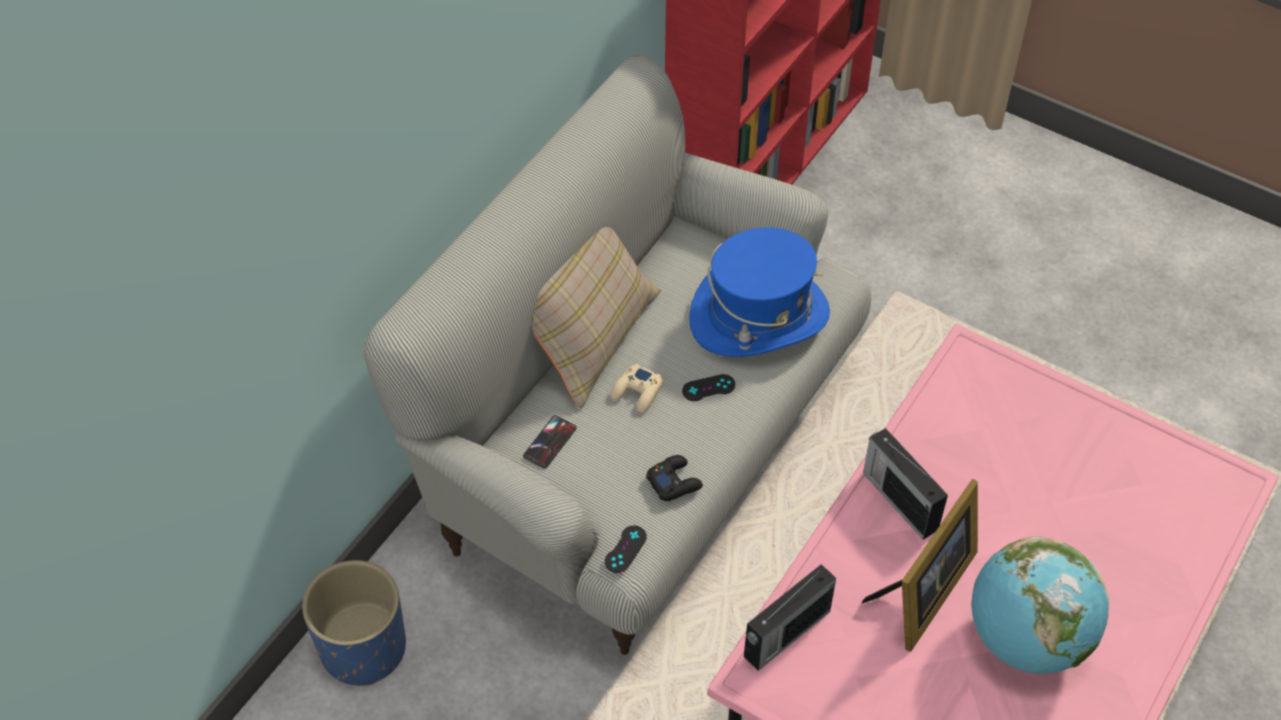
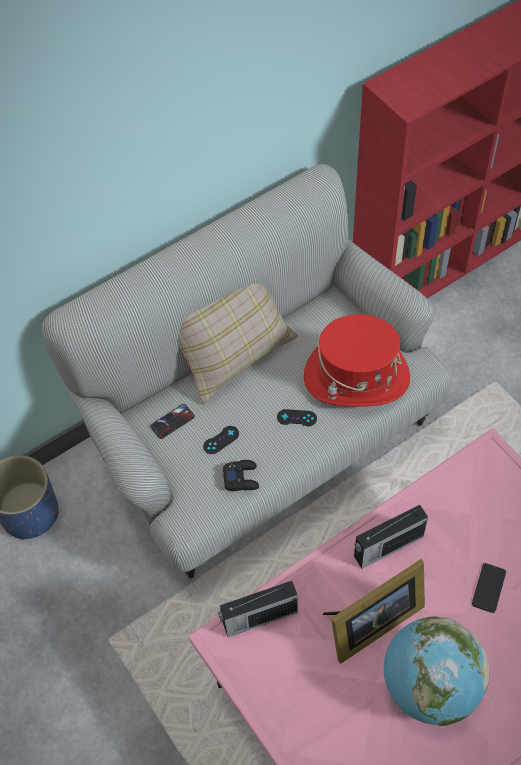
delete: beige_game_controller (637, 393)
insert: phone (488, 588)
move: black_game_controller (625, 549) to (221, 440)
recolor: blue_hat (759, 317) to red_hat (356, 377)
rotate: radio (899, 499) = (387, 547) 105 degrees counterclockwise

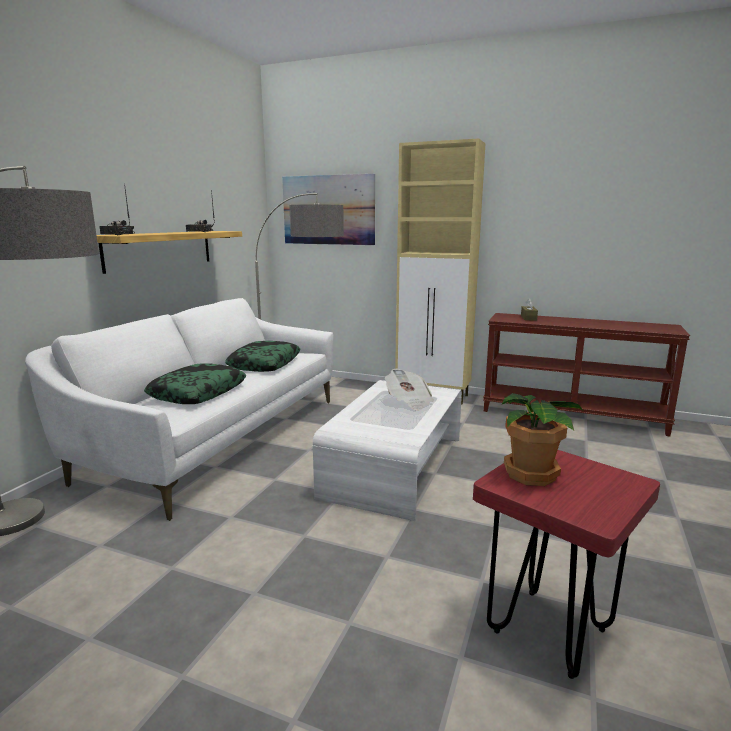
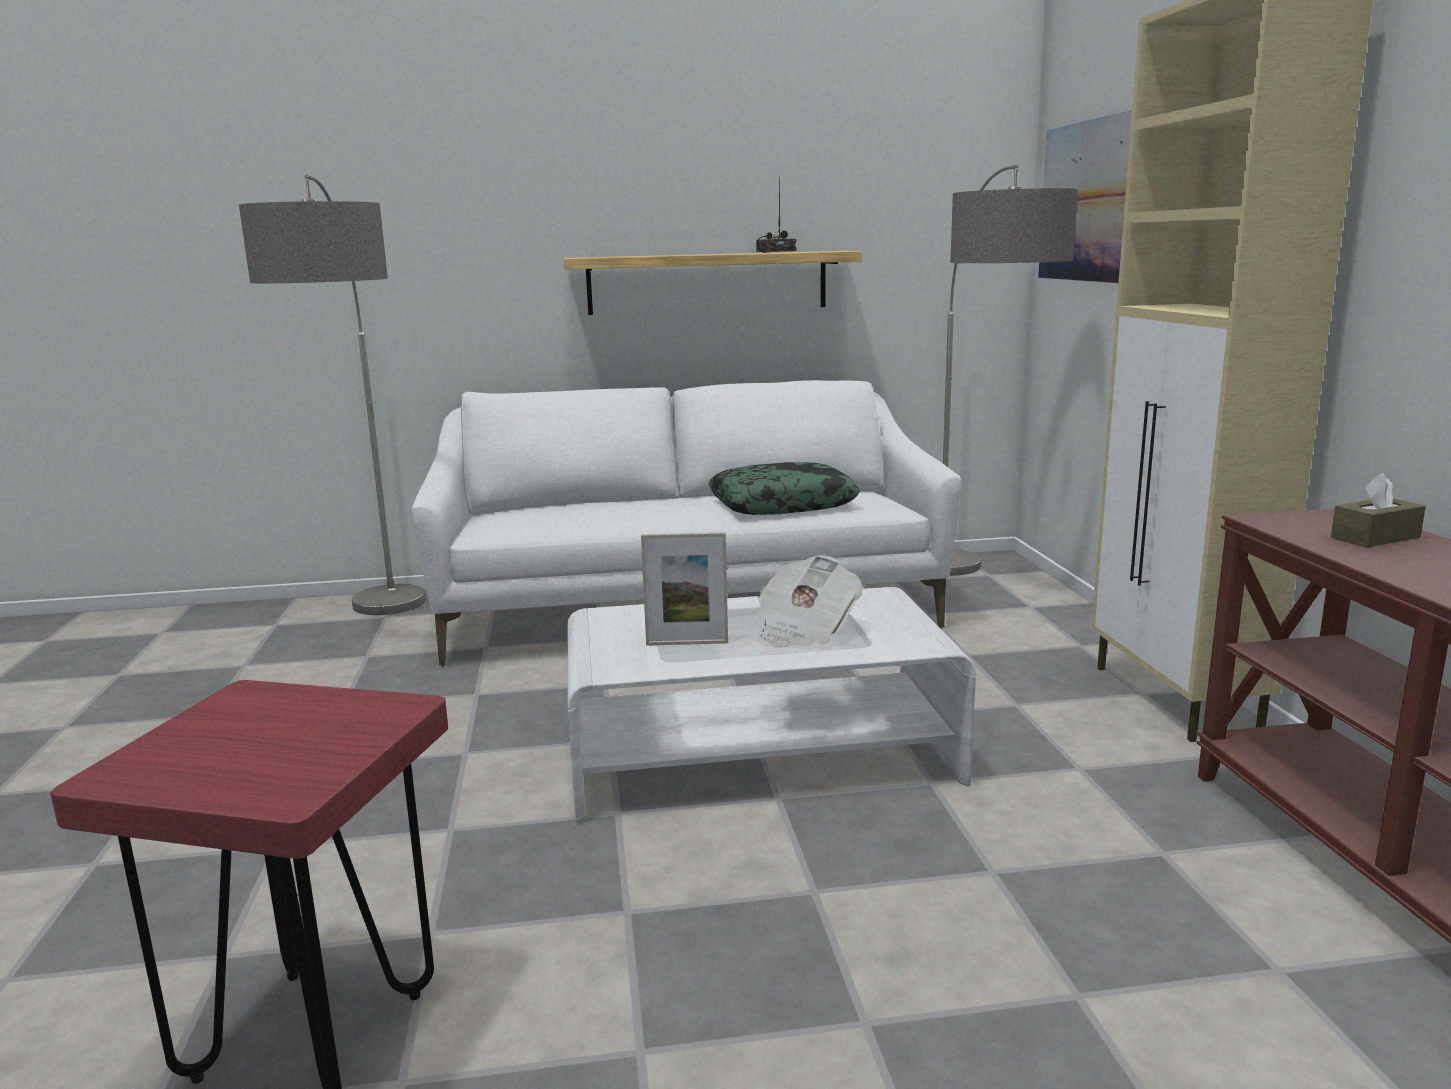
delete: radio (117, 234); pillow (198, 393); potted_plant (530, 473)
insert: picture_frame (687, 643)

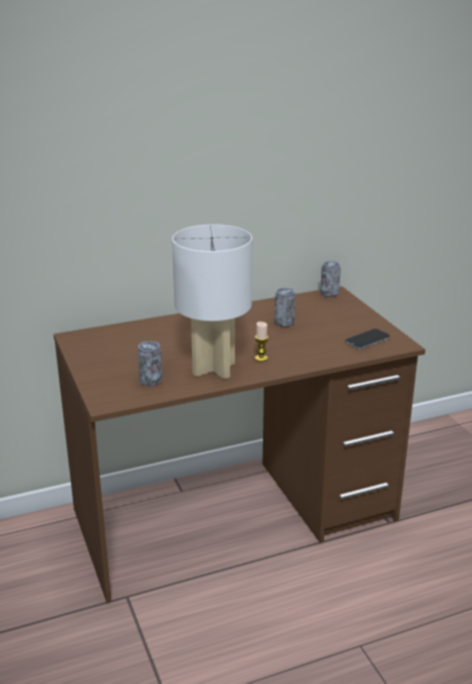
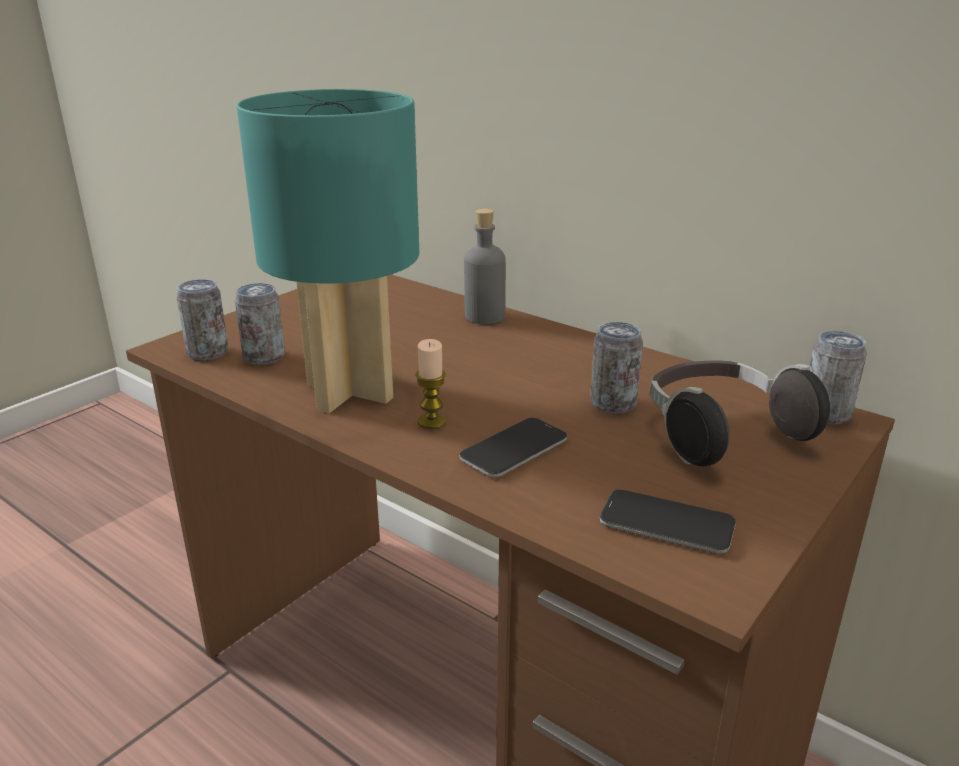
insert: grey_bottle (484, 316); can (208, 352); headphones (720, 433); phone (514, 449)
recolor: white_table_lamp (213, 368) to turquoise_table_lamp (350, 390)

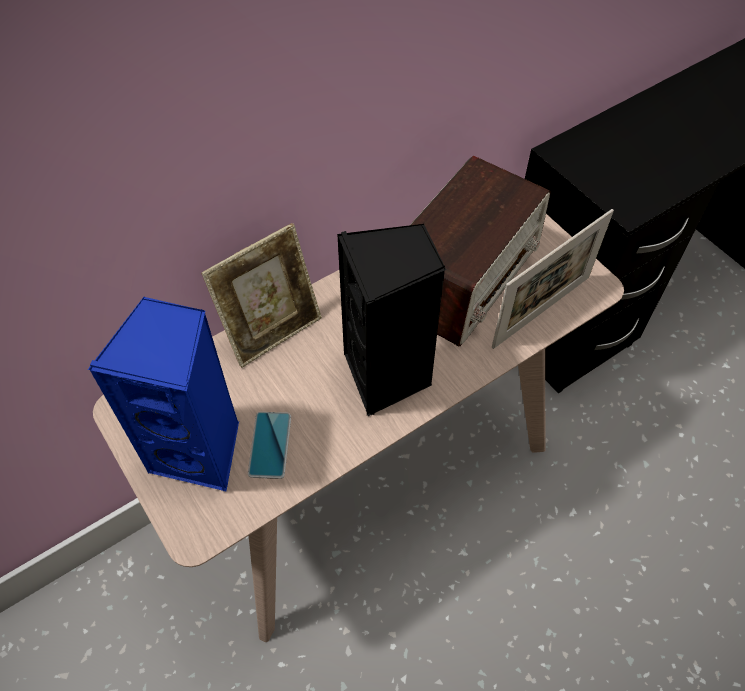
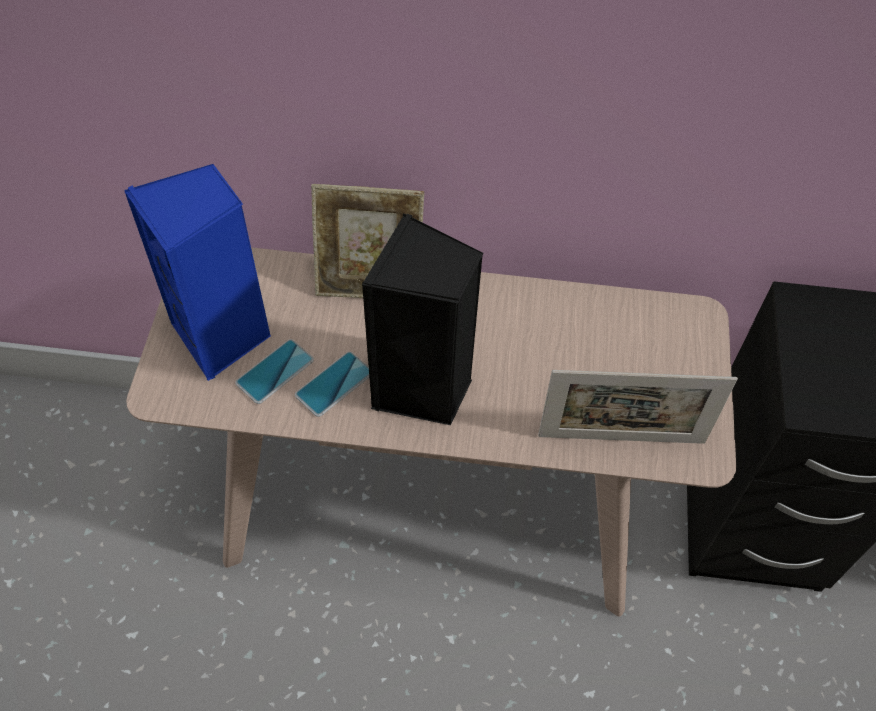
delete: radio (465, 274)
insert: phone (334, 384)

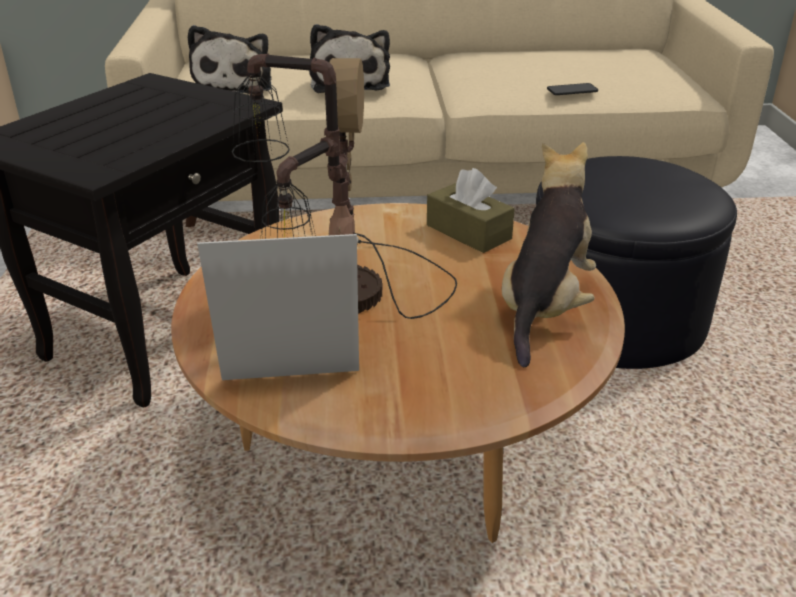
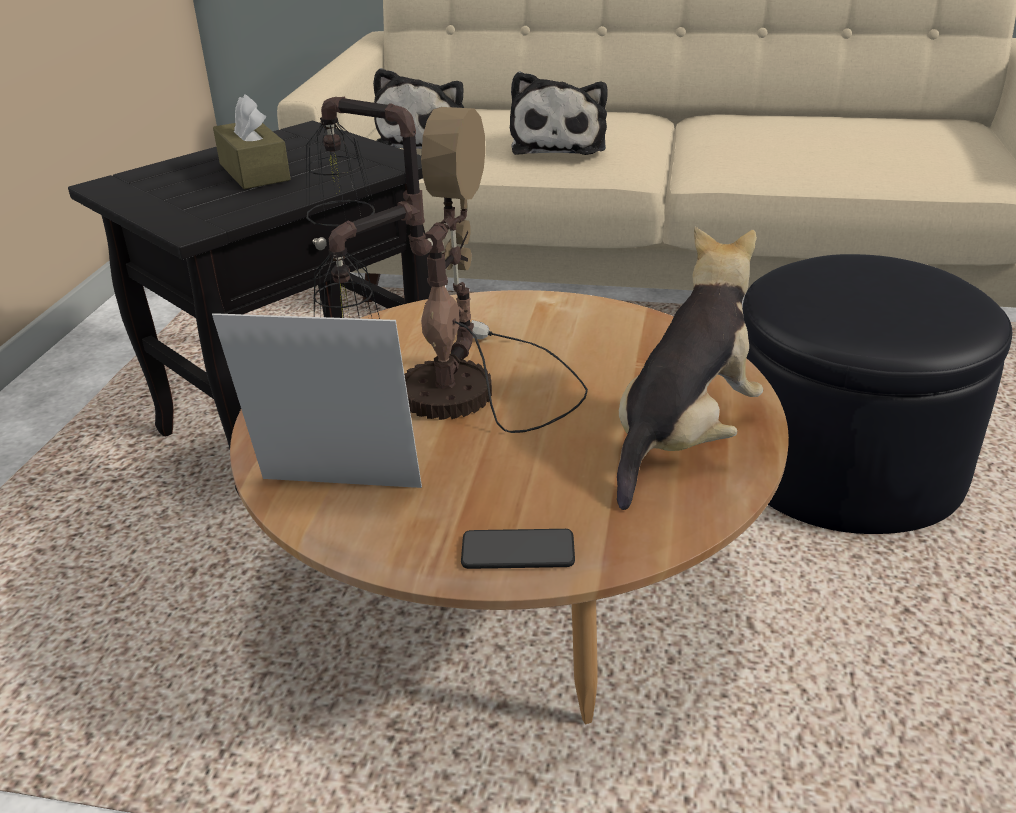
move: phone (572, 90) to (518, 551); brown_tissue_box (468, 232) to (254, 172)

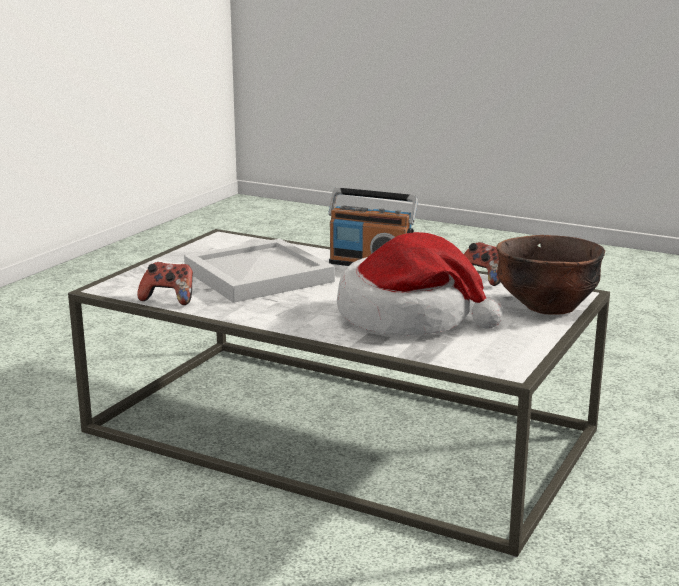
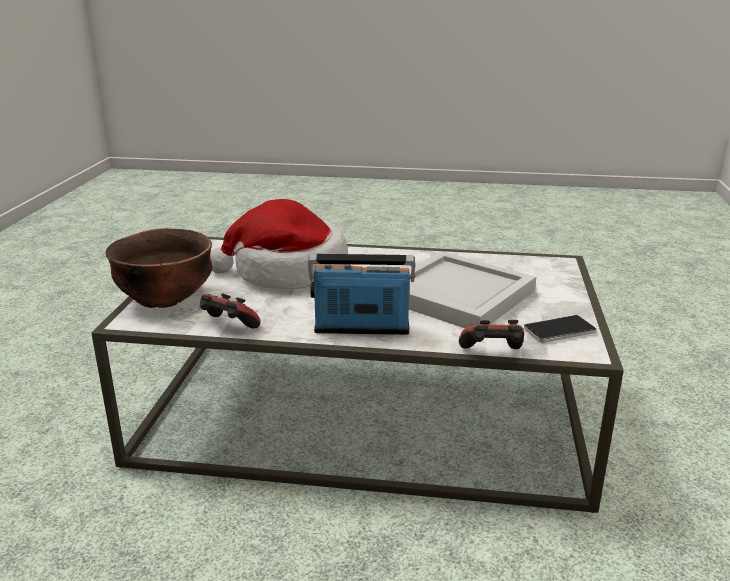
insert: phone (559, 331)
move: game_controller (169, 299) to (492, 354)

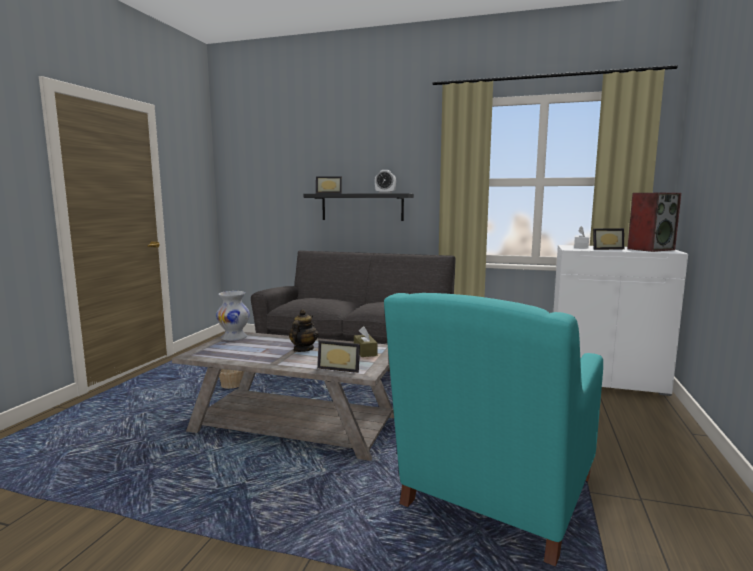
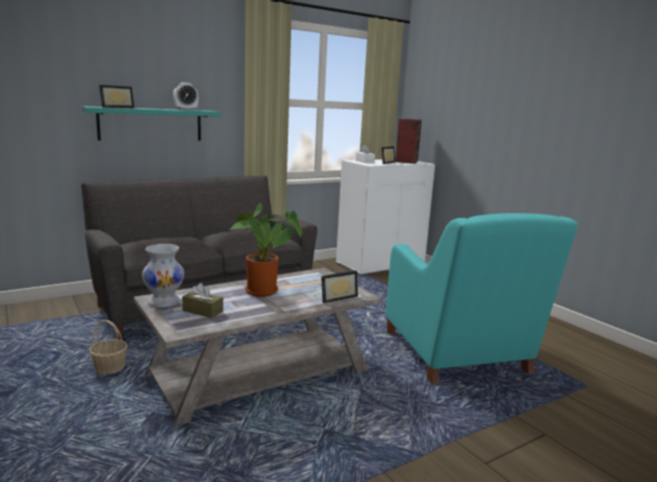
move: brown_tissue_box (365, 351) to (203, 311)
replace: teapot (303, 349) to potted_plant (265, 292)
recolor: black_shelf (362, 207) to turquoise_shelf (151, 124)

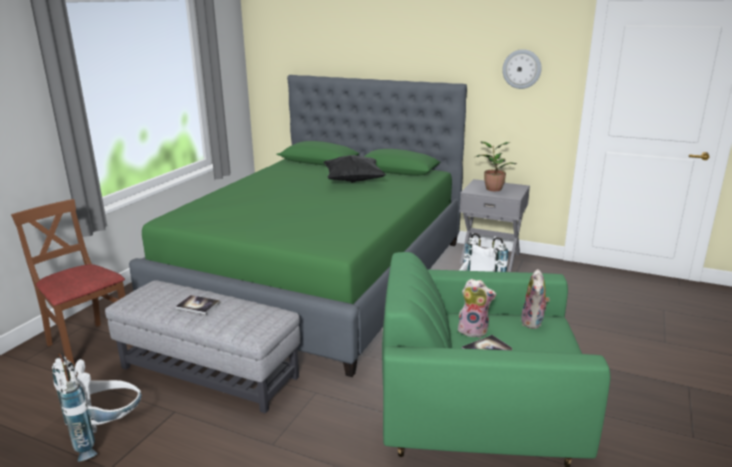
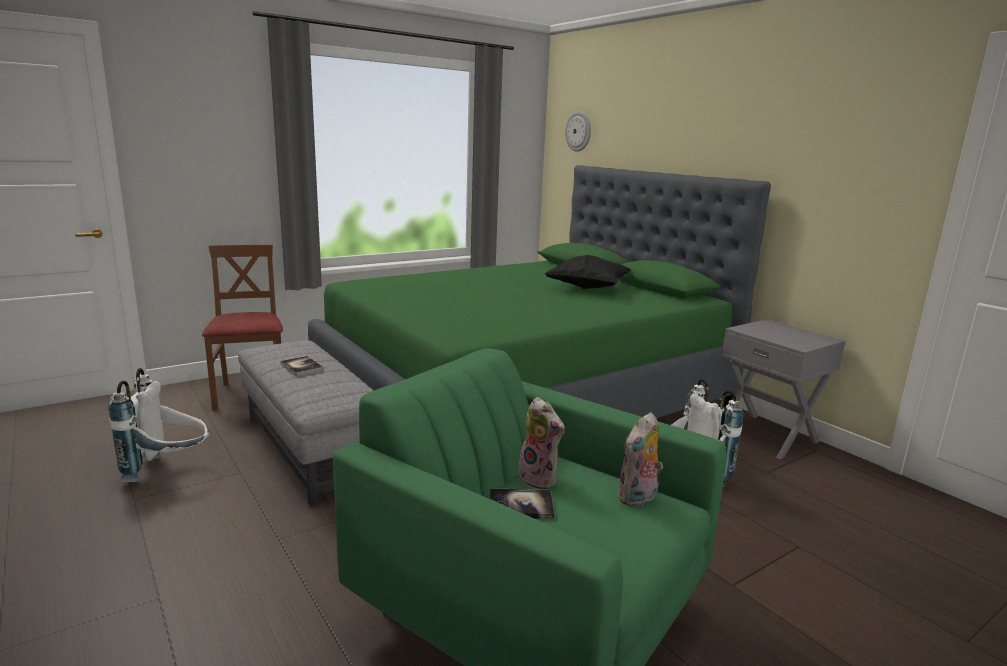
delete: potted_plant (492, 189)
move: wall_clock (521, 69) to (578, 131)

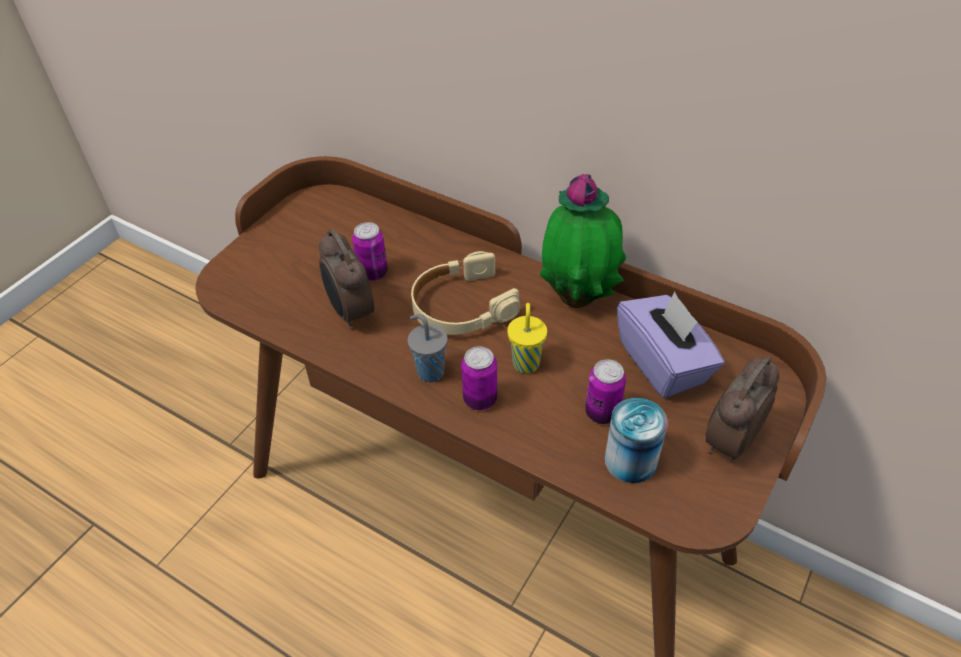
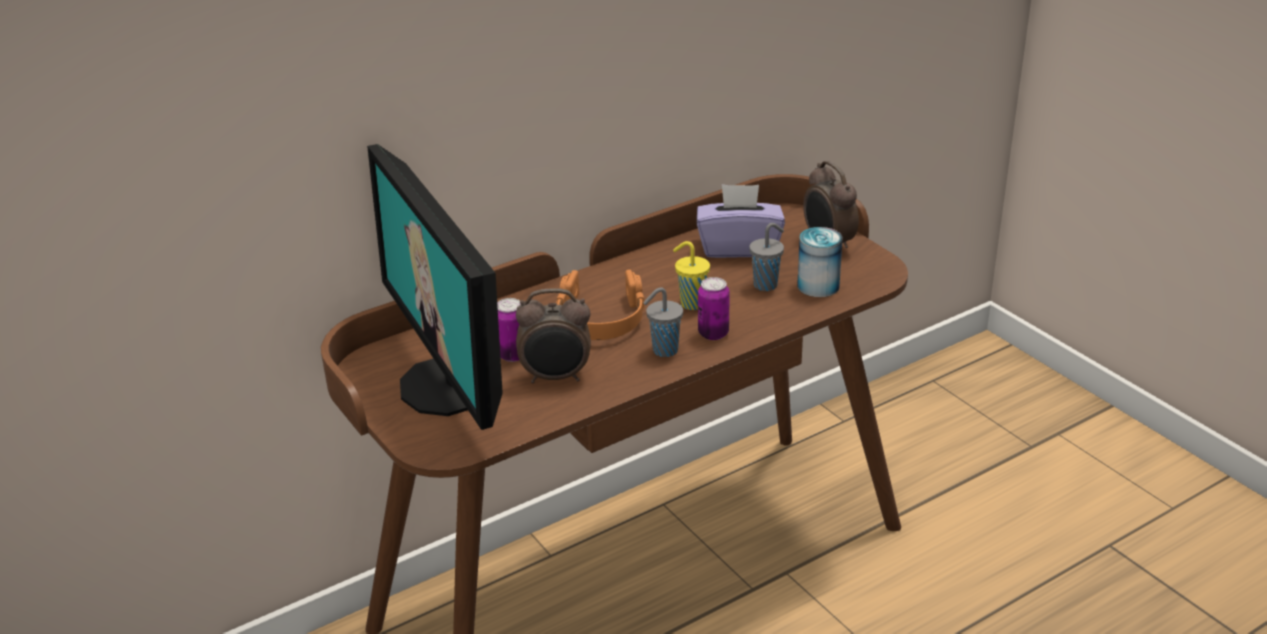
delete: potted_plant (578, 297)
insert: monitor (447, 386)
replace: can (602, 412) to grey_cup (766, 285)
recolor: beige_headphones (461, 306) to orange_headphones (600, 318)

